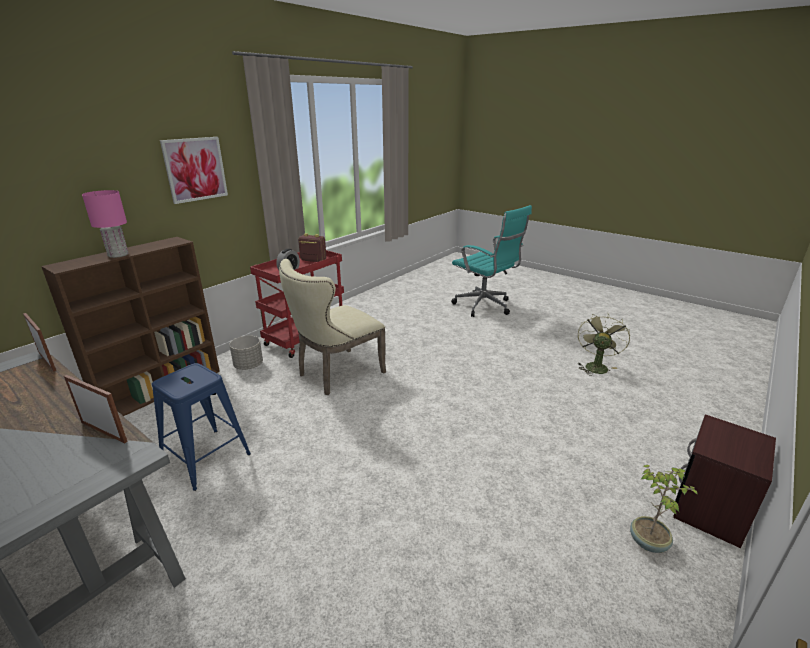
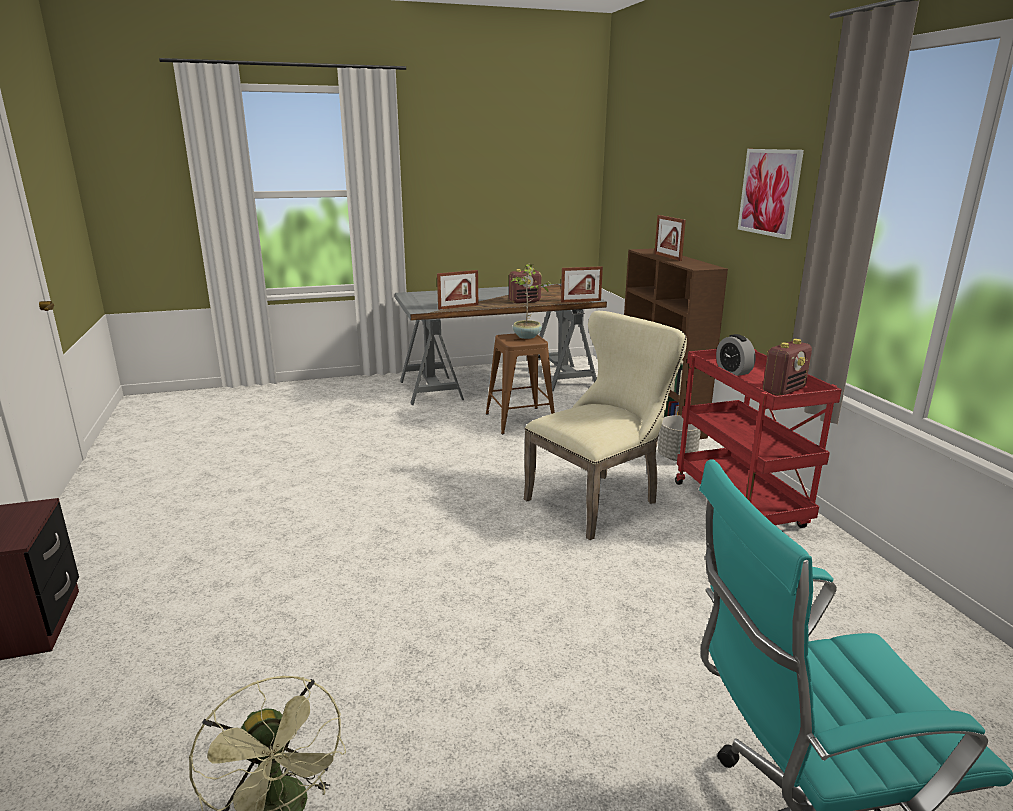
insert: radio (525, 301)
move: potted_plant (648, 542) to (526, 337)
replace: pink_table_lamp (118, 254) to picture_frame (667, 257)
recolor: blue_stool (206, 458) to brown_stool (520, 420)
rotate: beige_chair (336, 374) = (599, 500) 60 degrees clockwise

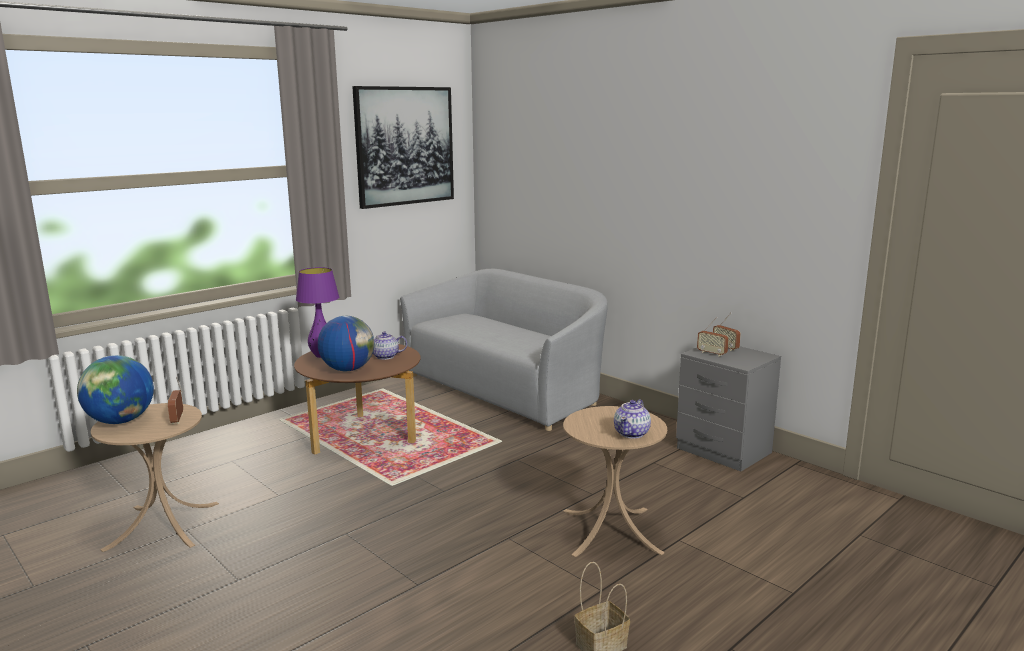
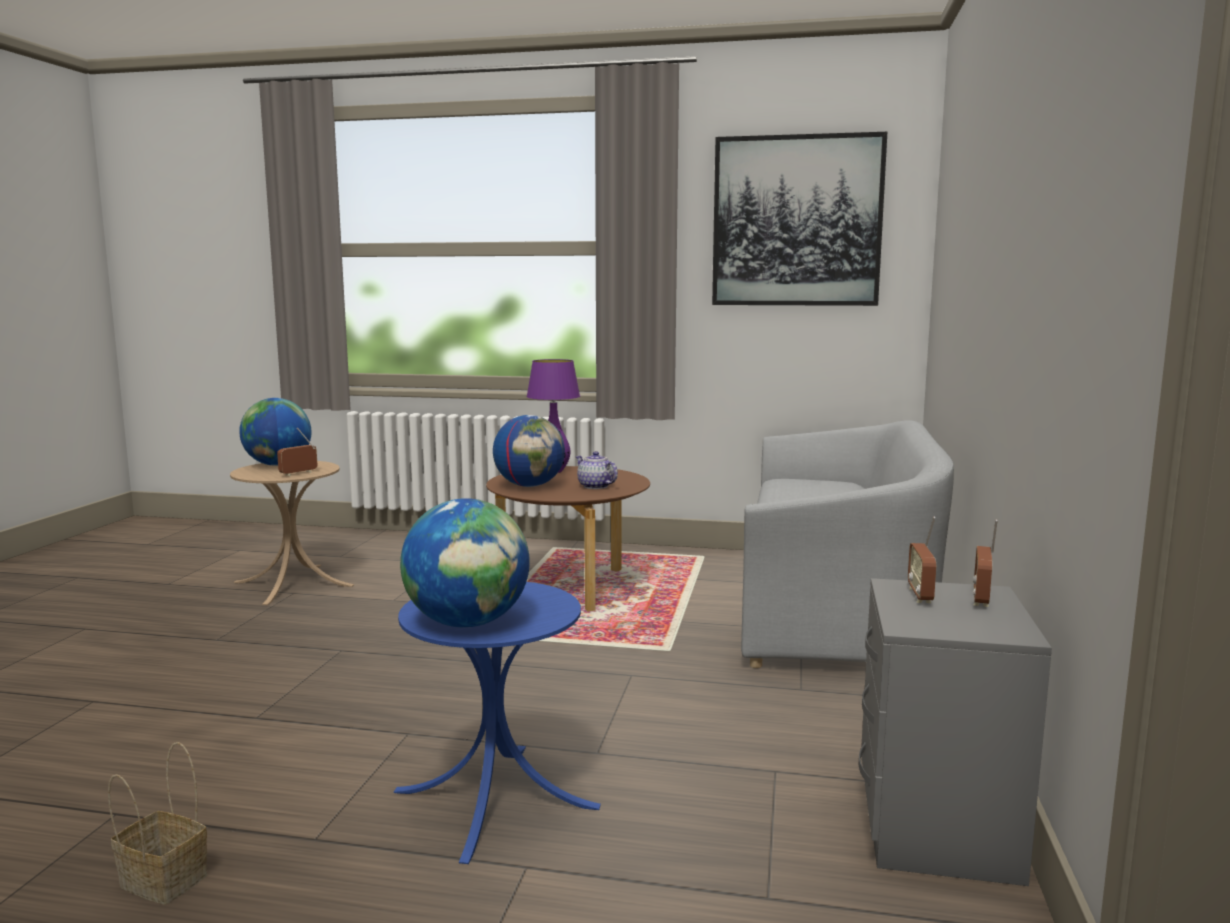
replace: teapot (632, 433) to globe (467, 623)
recolor: beige_side_table (611, 531) to blue_side_table (496, 799)

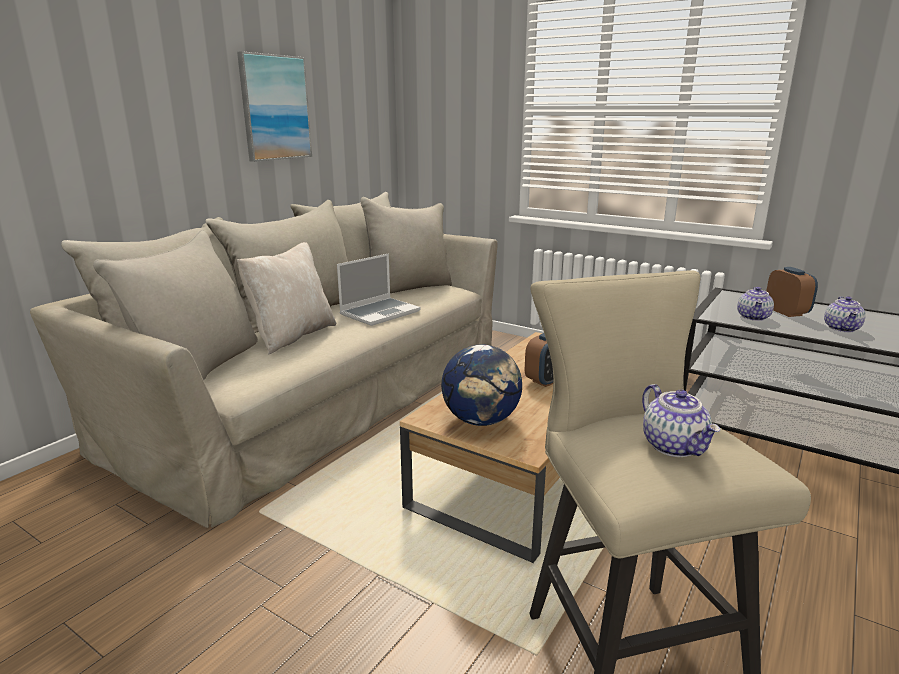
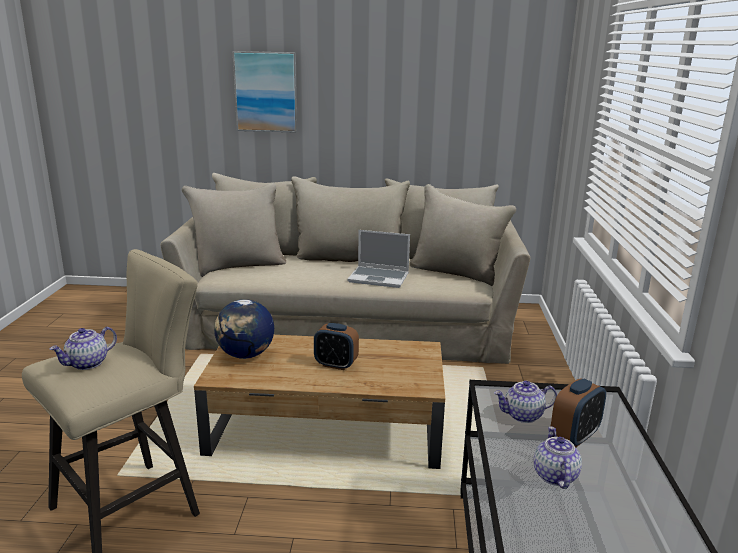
delete: beige_pillow (292, 336)
move: picture (275, 108) to (266, 92)
rotate: teapot (842, 328) = (554, 475) 105 degrees clockwise

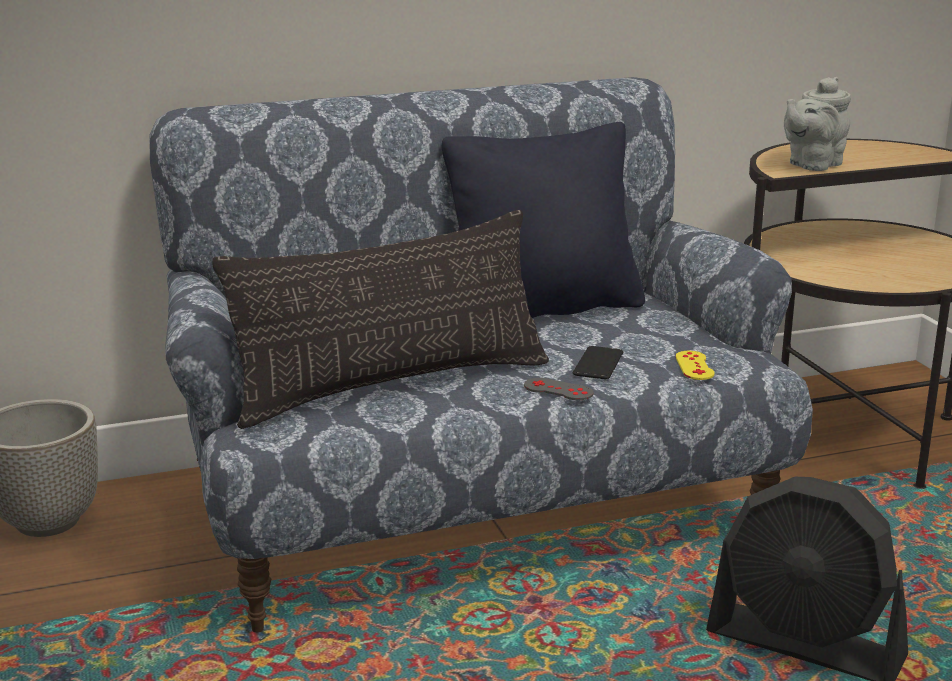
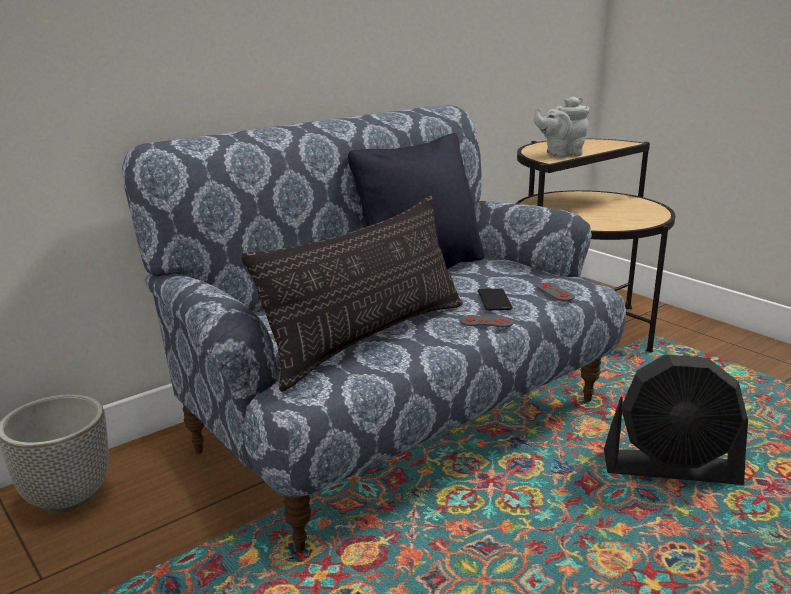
recolor: yellow_game_controller (694, 366) to grey_game_controller (555, 292)
rotate: grey_teapot (812, 165) = (561, 154) 45 degrees clockwise

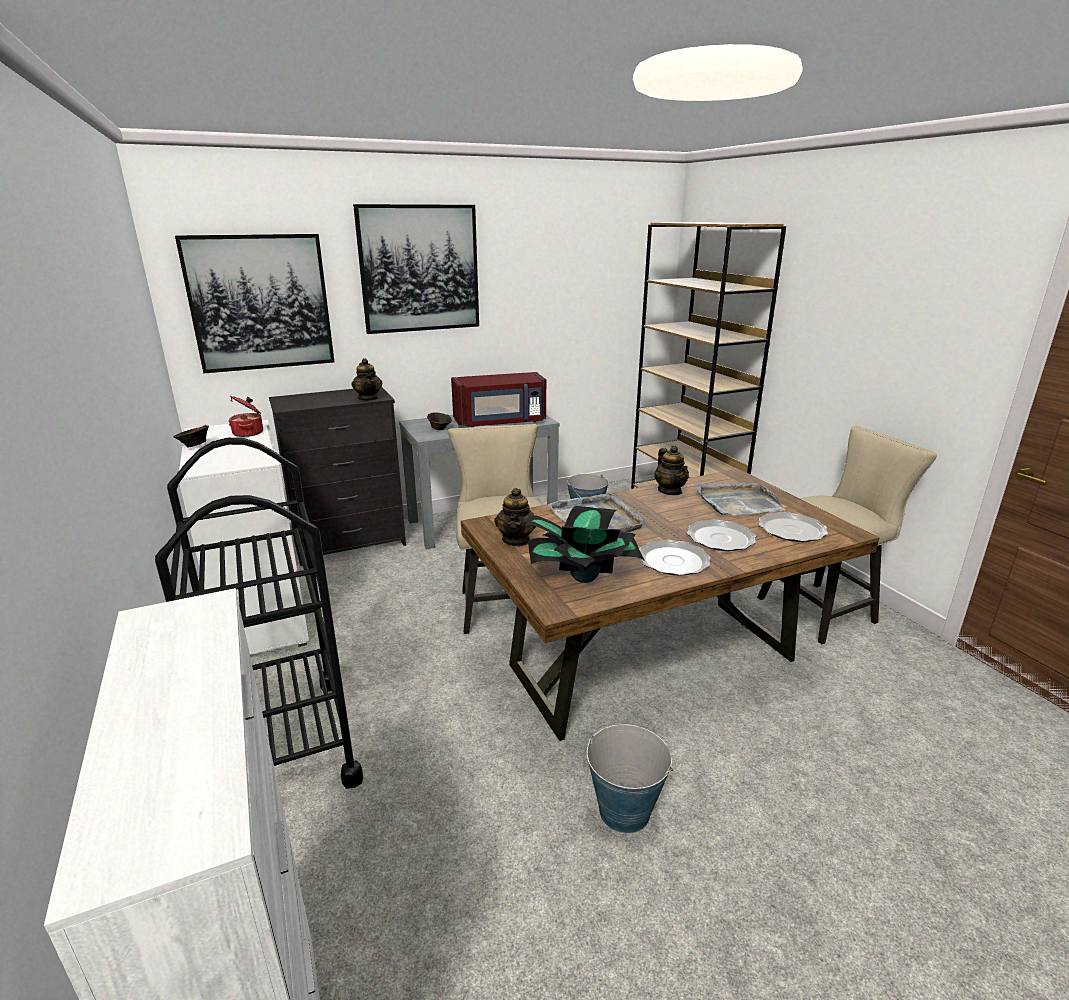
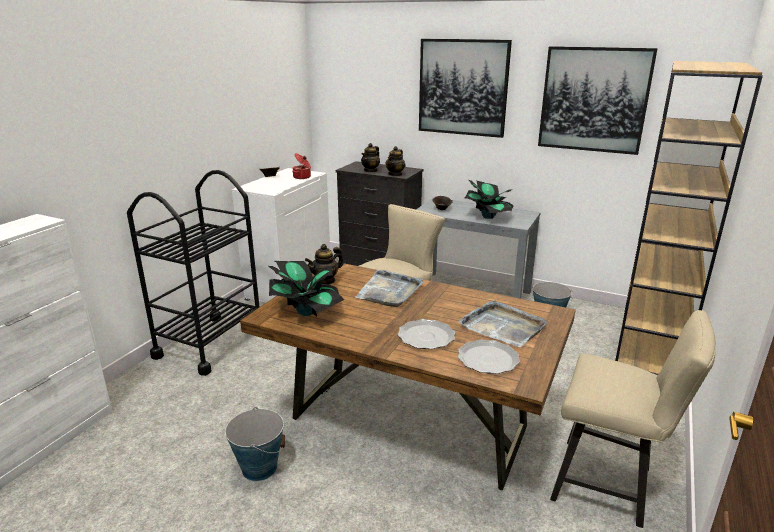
delete: plate (672, 561)
move: picture (260, 303) to (593, 100); teapot (670, 491) to (371, 170)
replace: red_microwave (500, 422) to potted_plant (488, 216)

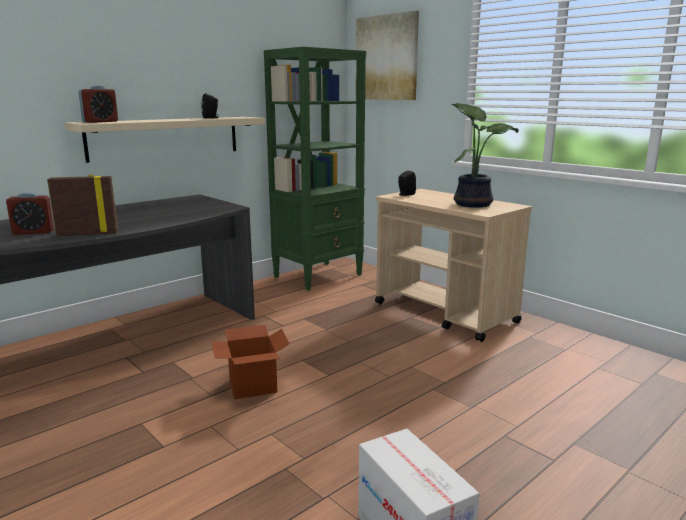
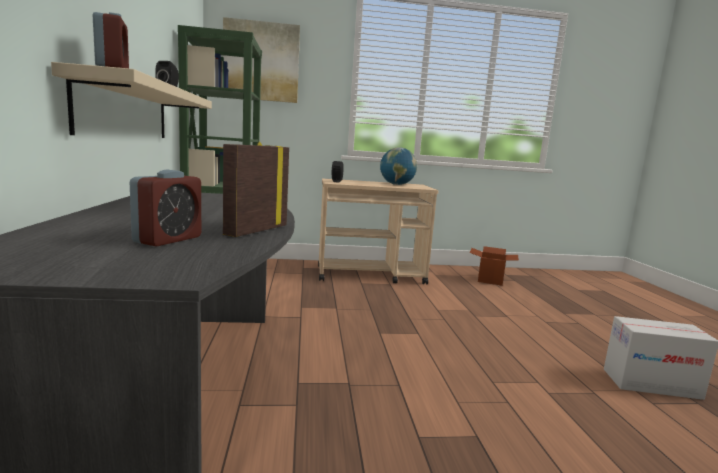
move: cardboard_box (253, 385) to (490, 280)
replace: potted_plant (473, 204) to globe (397, 184)

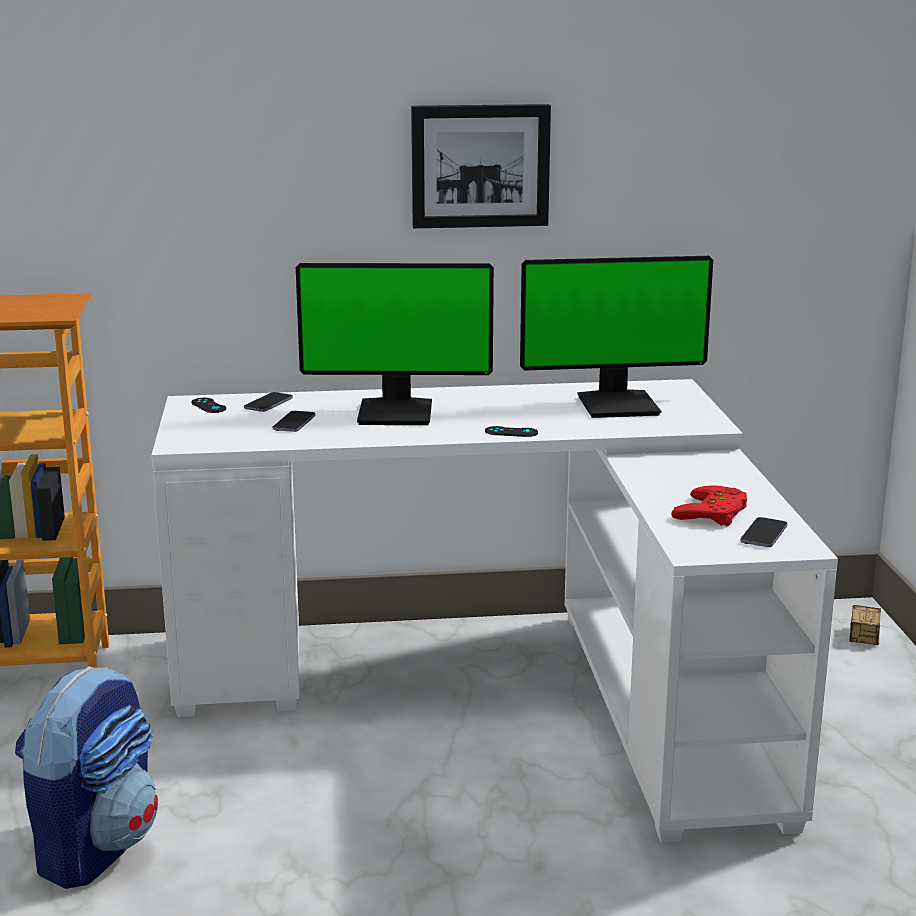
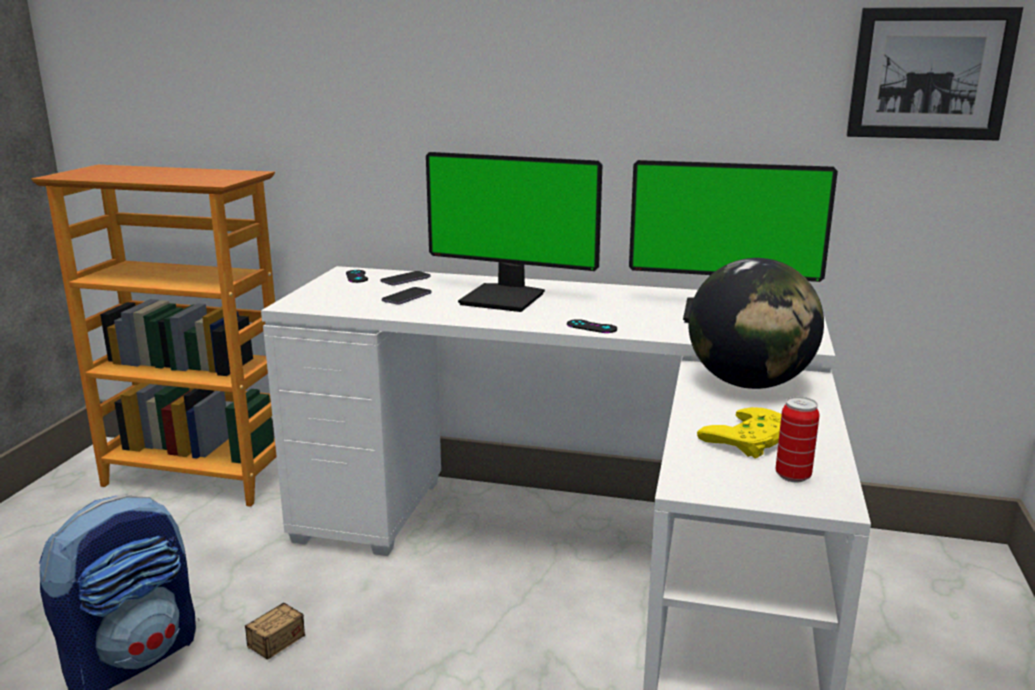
insert: globe (749, 383)
move: picture (480, 165) to (929, 74); storage_box (863, 648) to (249, 659)
replace: phone (764, 534) to can (793, 476)
recolor: red_game_controller (716, 513) to yellow_game_controller (753, 440)

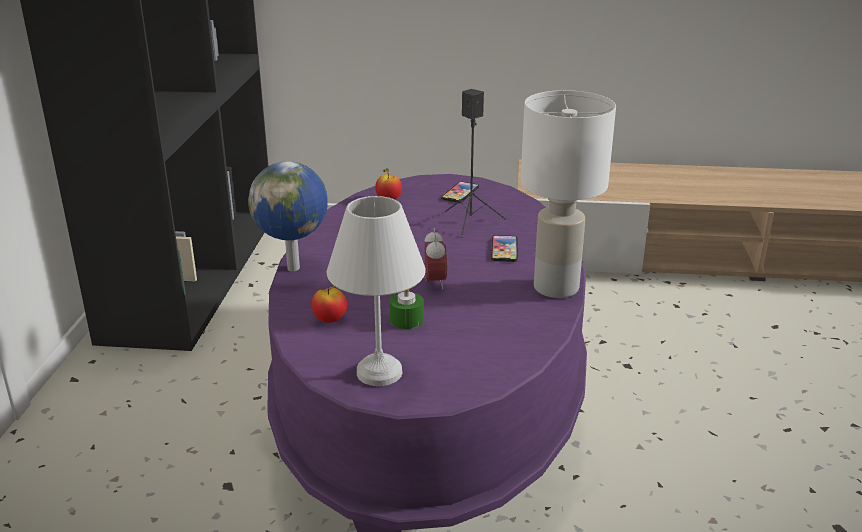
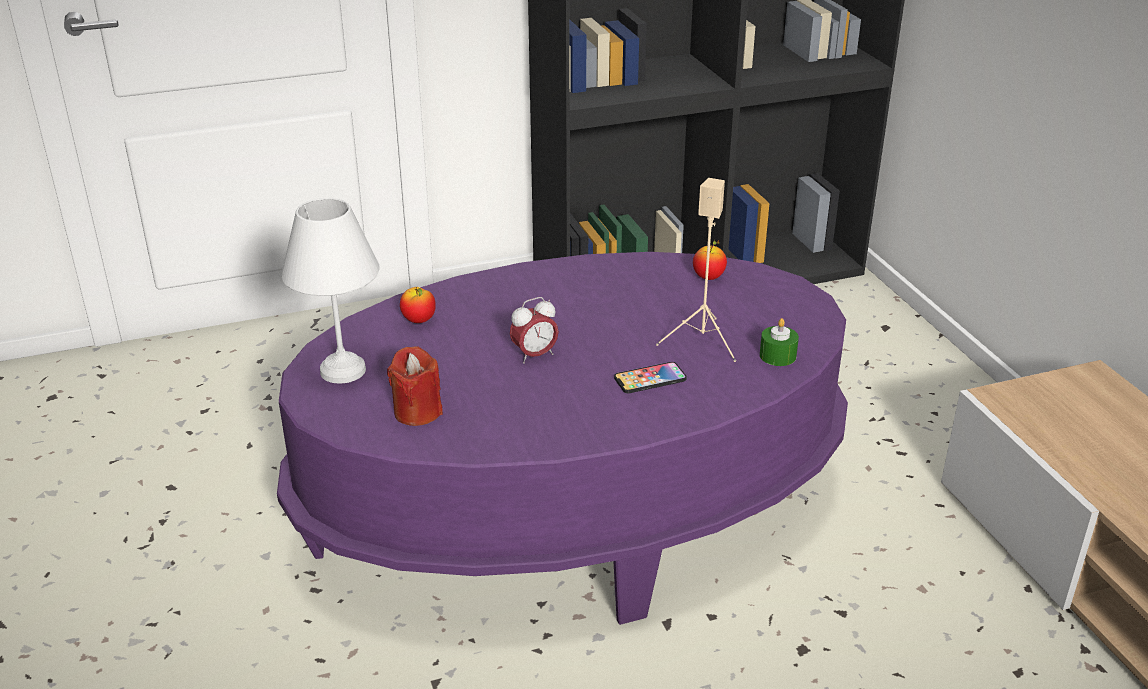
delete: white_table_lamp (555, 287); globe (295, 268); phone (460, 193)
insert: red_candle (417, 412)
move: green_candle (406, 320) to (777, 356)
recolor: black_speaker (471, 222) to beige_speaker (703, 341)

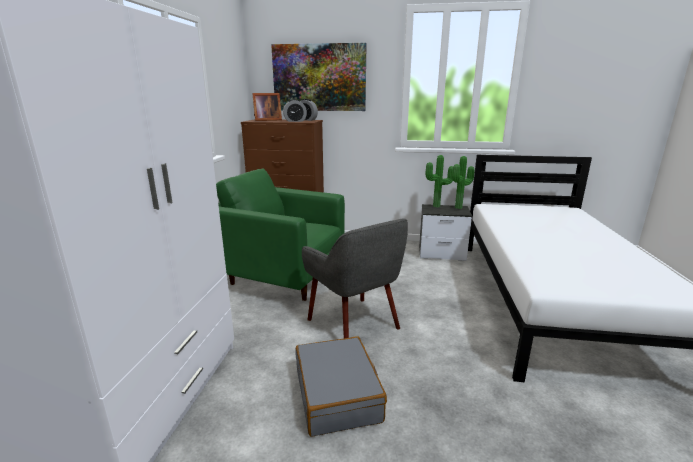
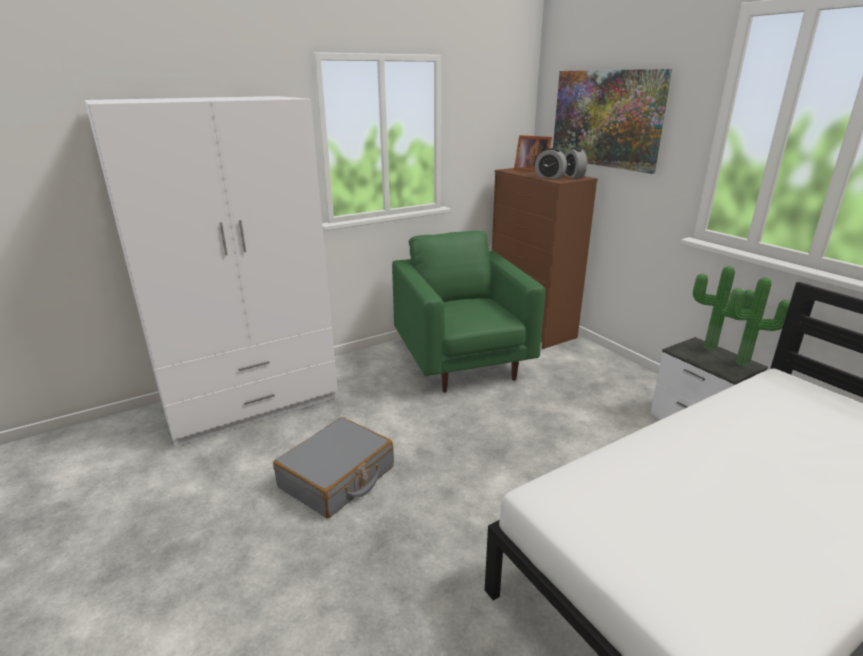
delete: grey_armchair (354, 324)

